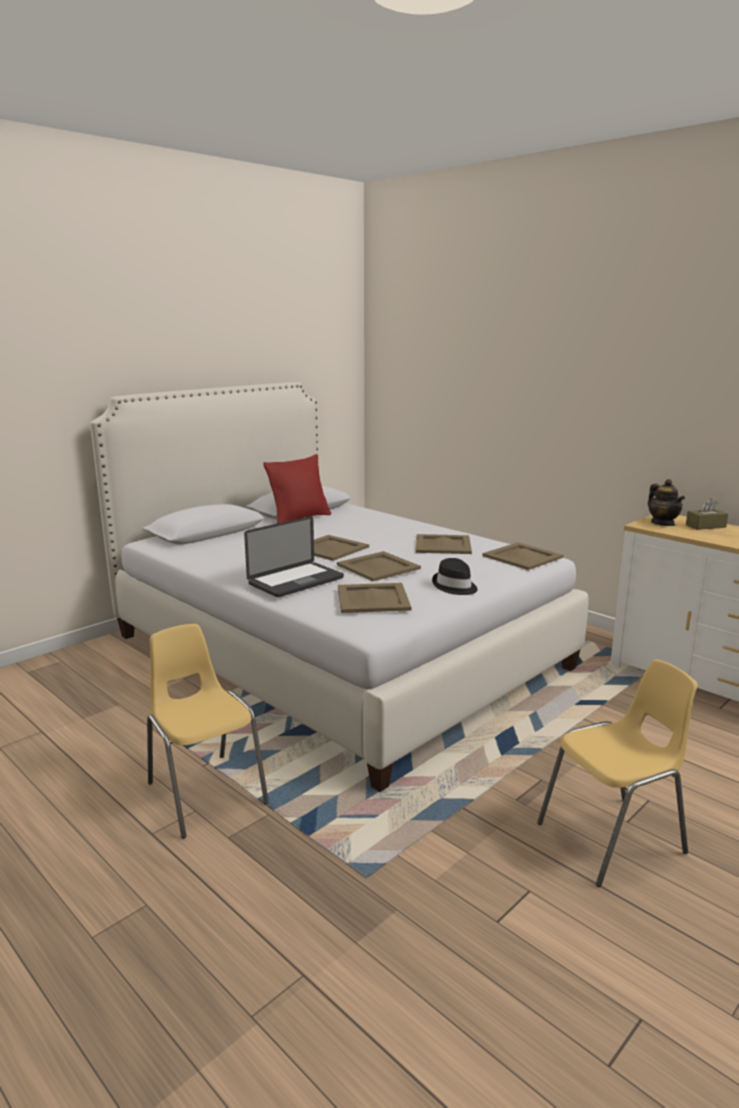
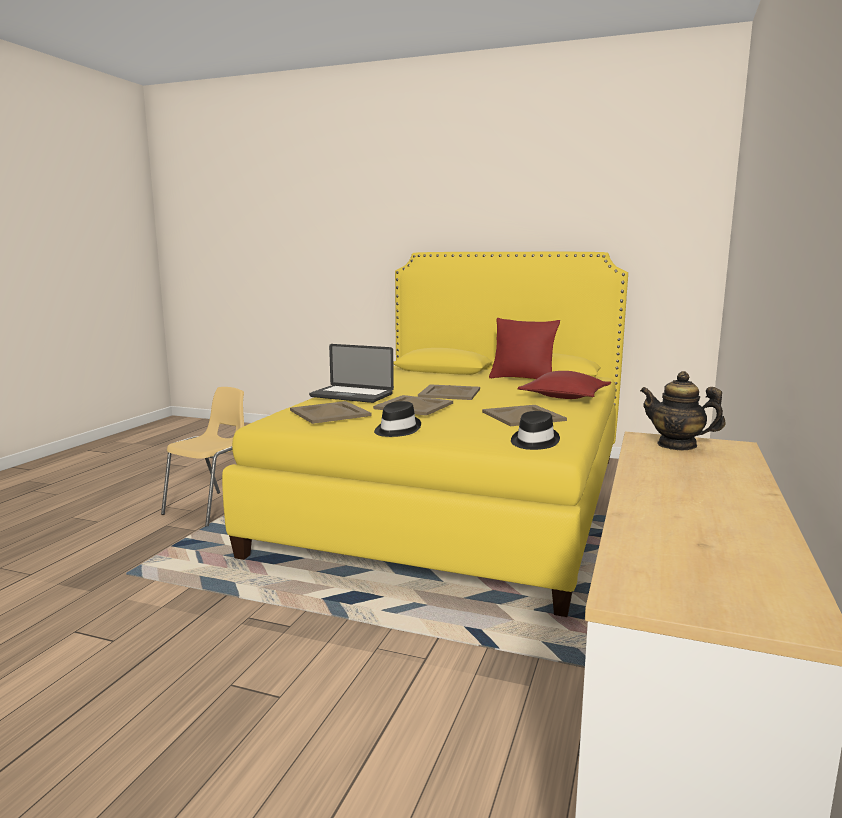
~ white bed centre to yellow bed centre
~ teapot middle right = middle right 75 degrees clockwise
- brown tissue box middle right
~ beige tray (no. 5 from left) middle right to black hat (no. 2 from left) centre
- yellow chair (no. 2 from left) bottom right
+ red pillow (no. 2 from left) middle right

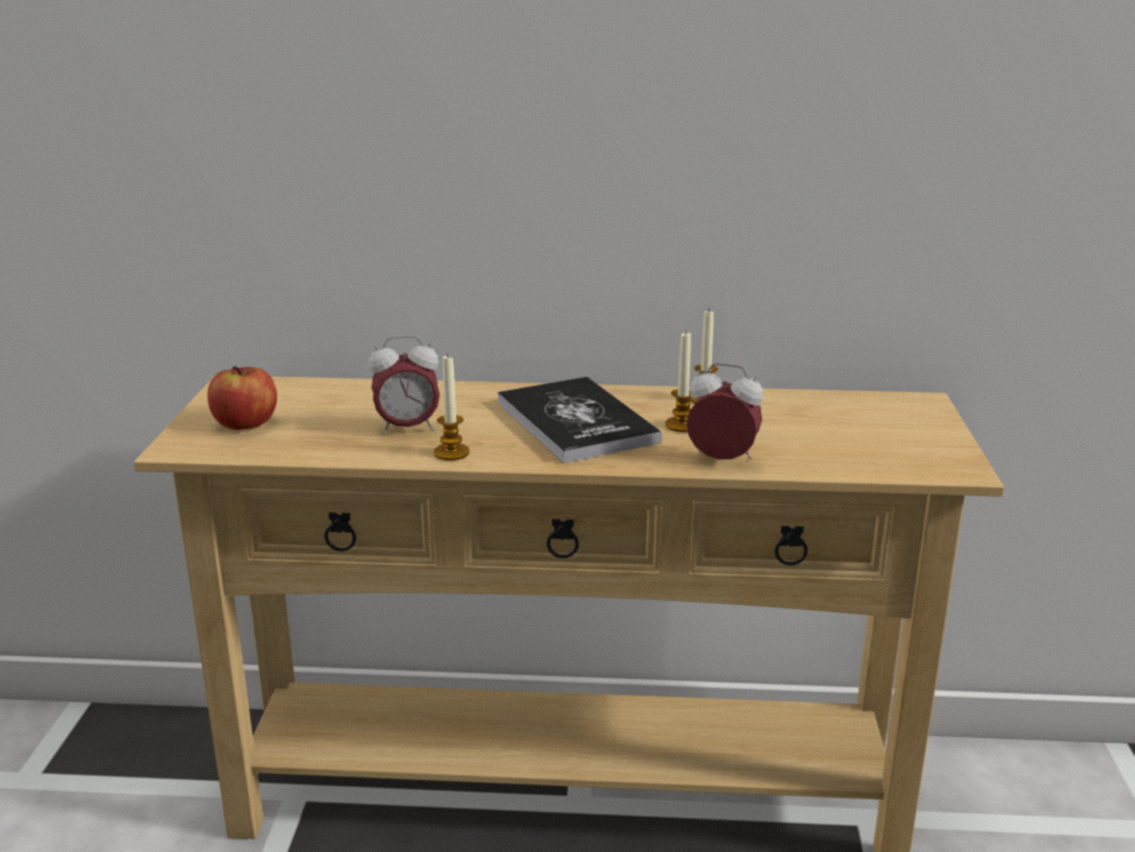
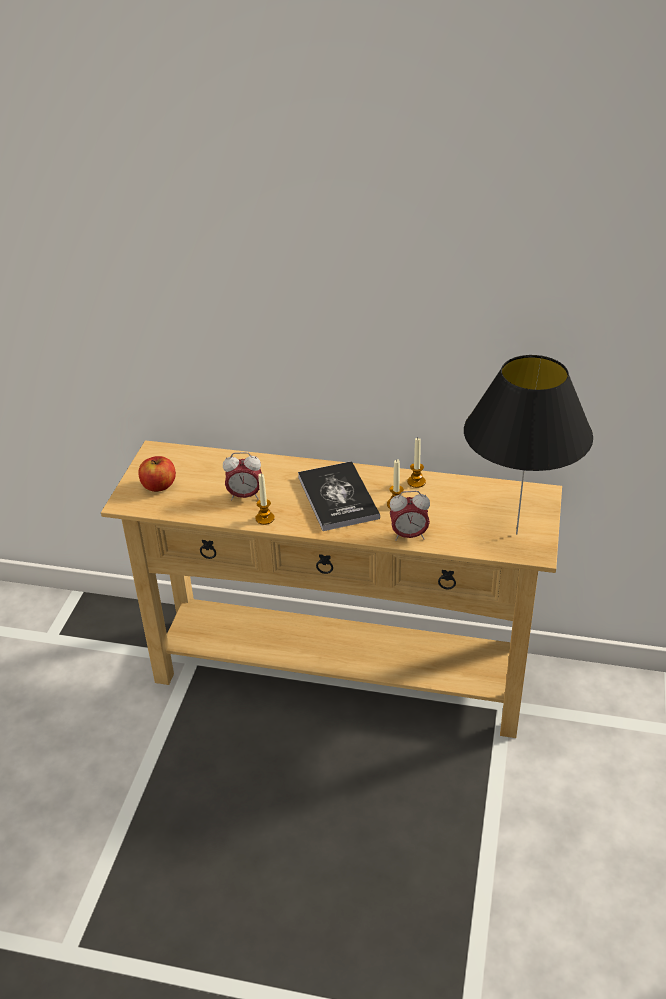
~ alarm clock (no. 2 from left) centre = centre 150 degrees clockwise
+ black table lamp middle right

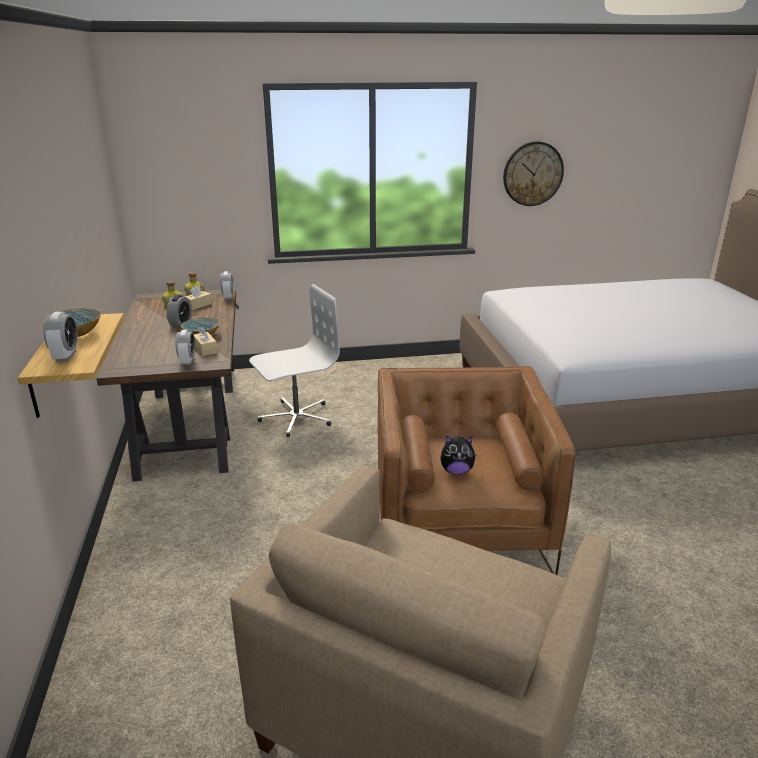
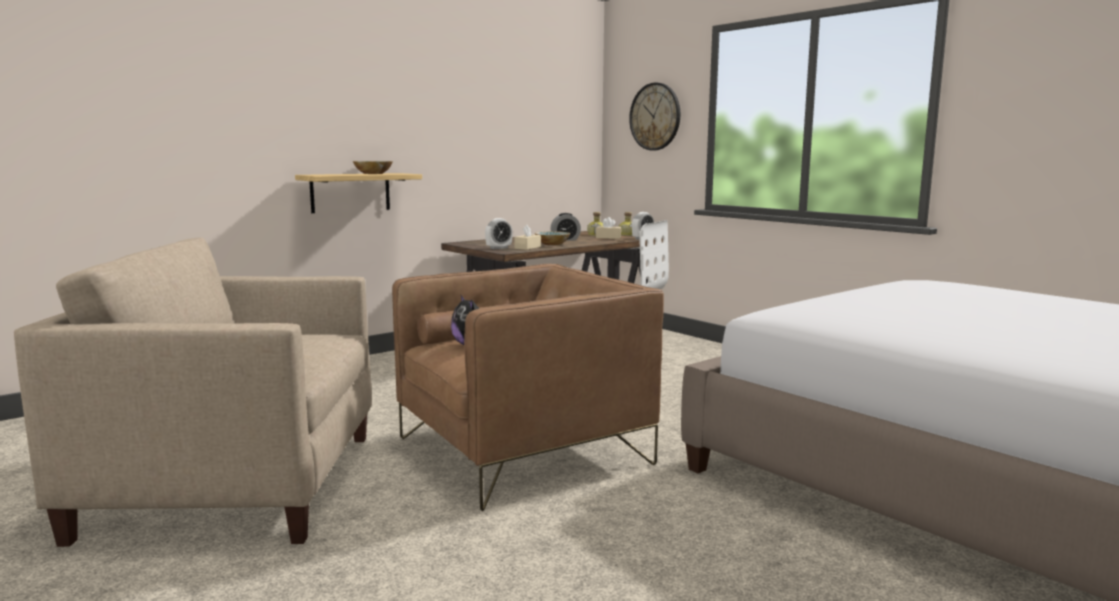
~ wall clock top right to top centre
- alarm clock (no. 1 from left) middle left

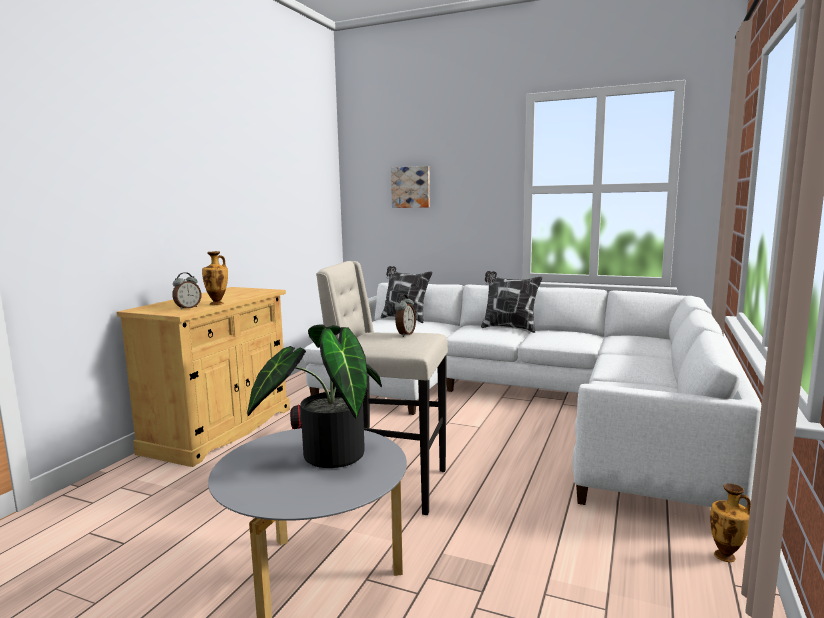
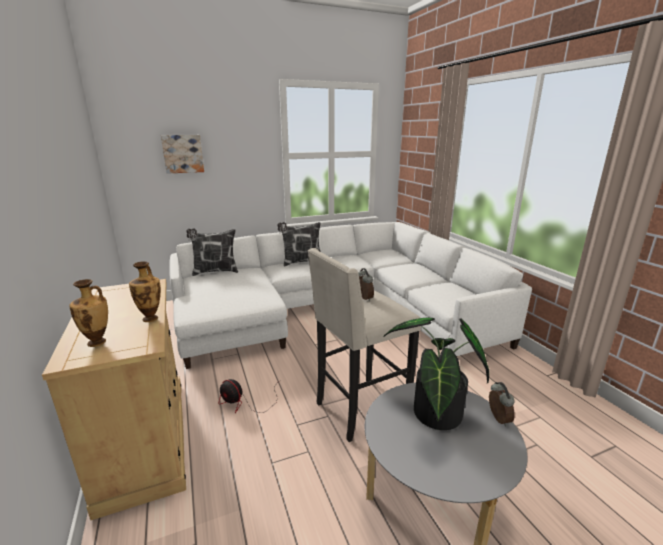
~ alarm clock (no. 1 from left in the first image) middle left to alarm clock (no. 2 from left) bottom right
~ vase (no. 2 from left in the first image) bottom right to vase (no. 1 from left) middle left

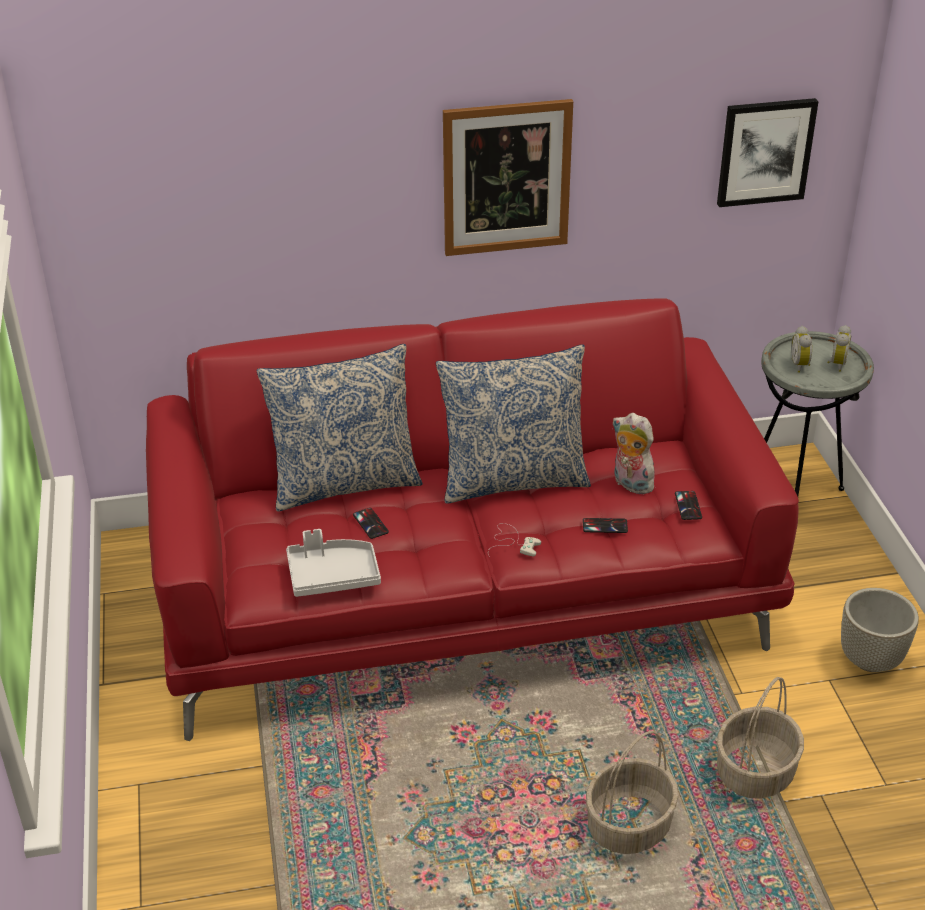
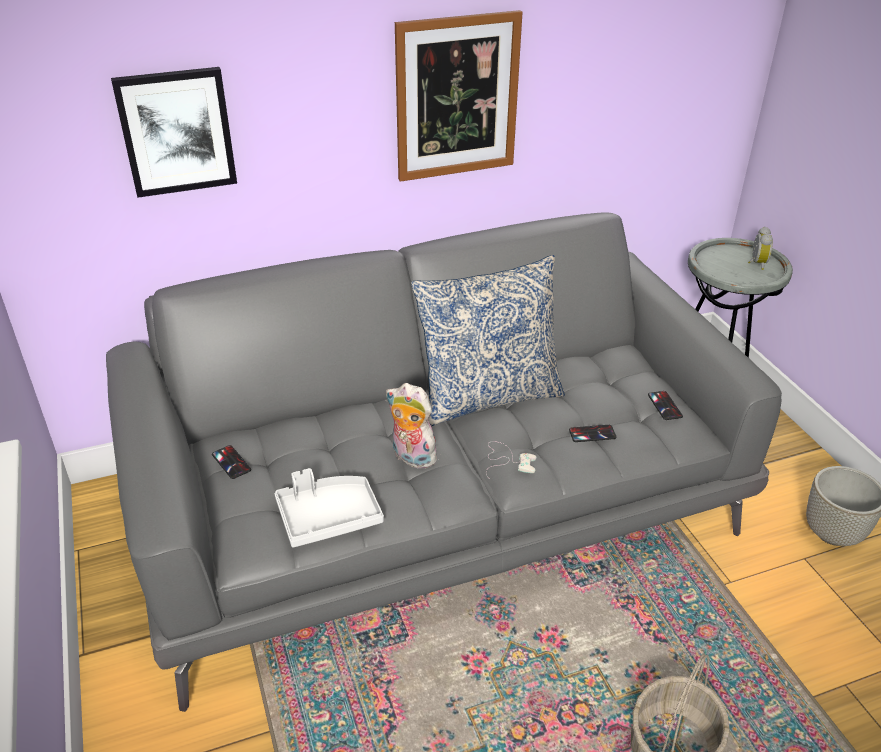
~ picture (no. 2 from left in the first image) top right to picture (no. 1 from left) top left
~ red sofa centre to grey sofa centre
- alarm clock (no. 1 from left) middle right
- pillow (no. 1 from left) centre
~ plush toy middle right to centre
~ phone (no. 1 from left) centre to middle left
- basket (no. 2 from left) bottom right

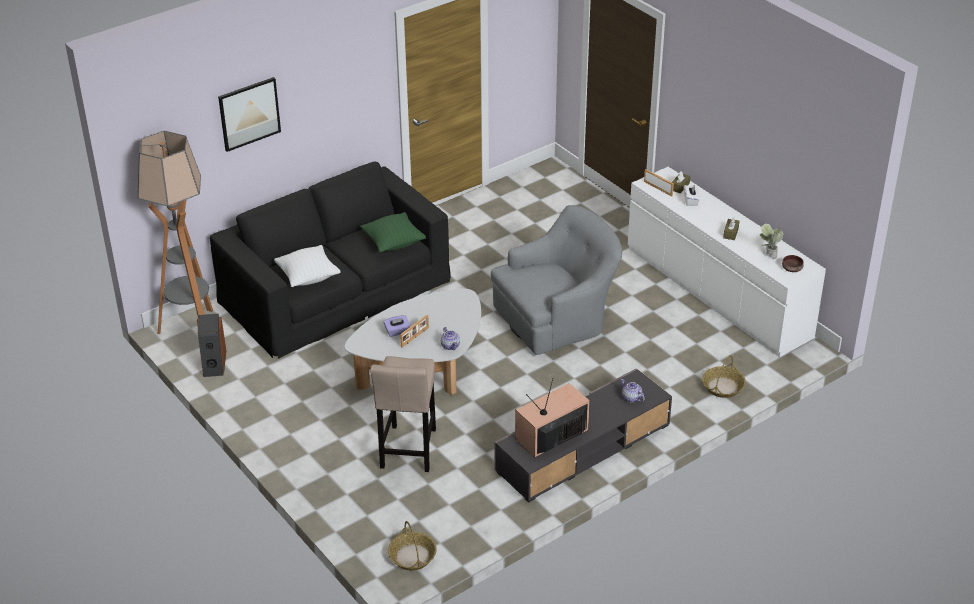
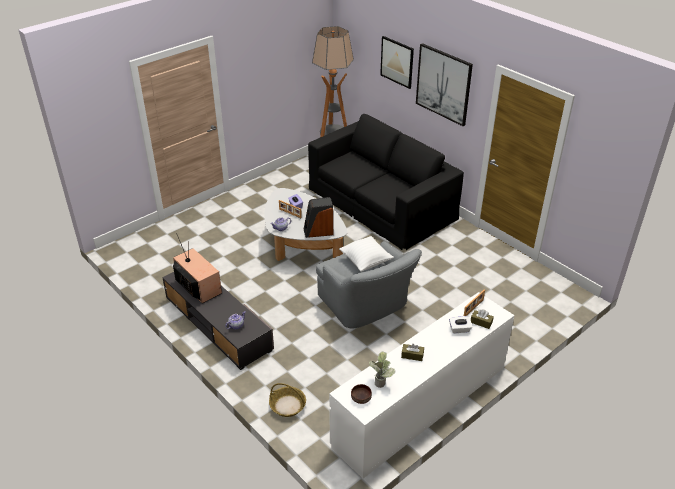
- green pillow centre
~ white pillow middle left to centre
~ speaker middle left to centre
- beige stool bottom centre
- basket (no. 1 from left) bottom centre
+ picture (no. 2 from left) top centre

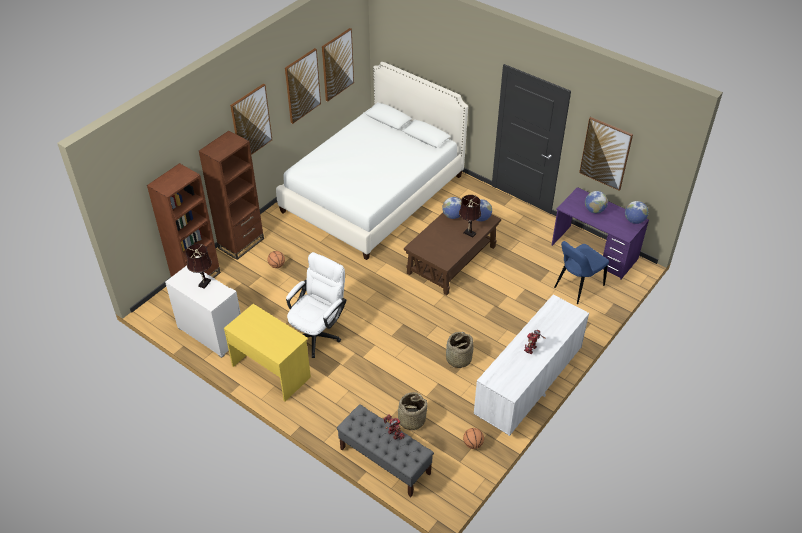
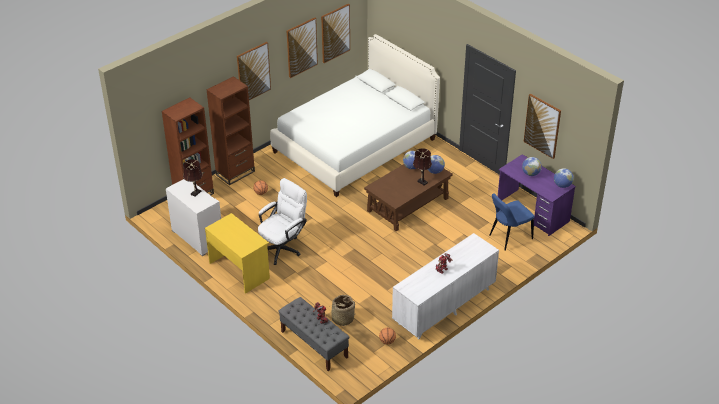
- basket (no. 2 from left) centre

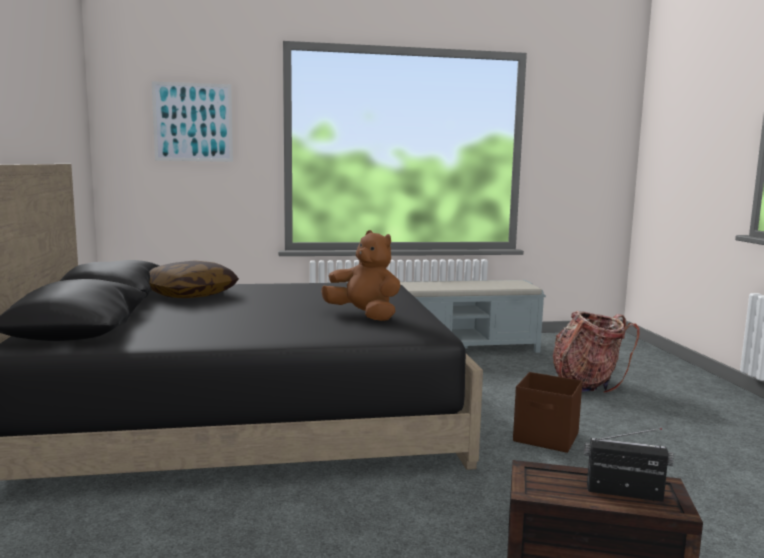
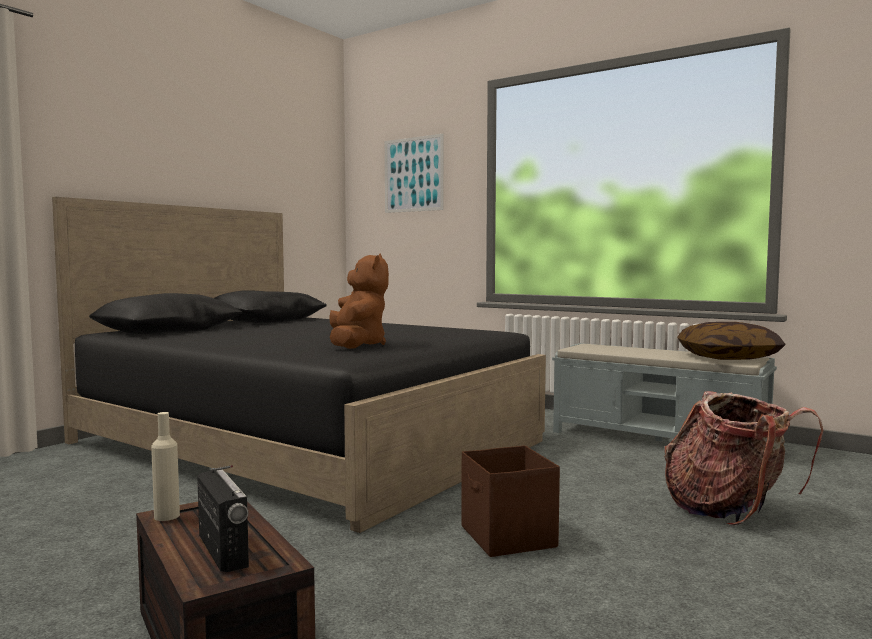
~ pillow middle left to middle right
+ beige bottle bottom left

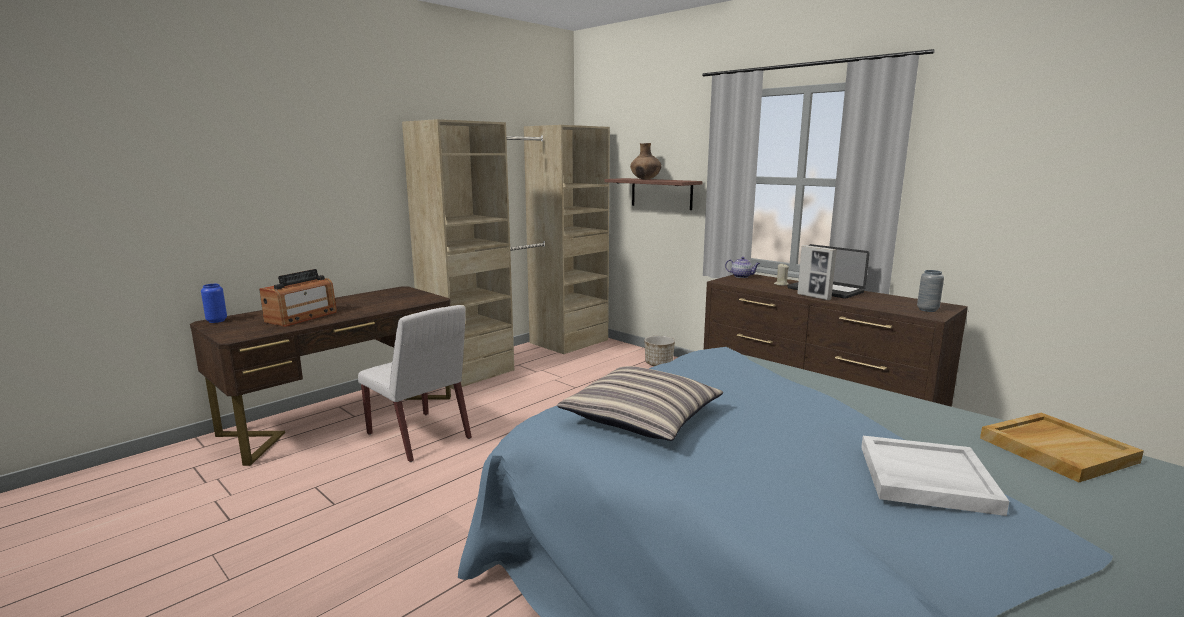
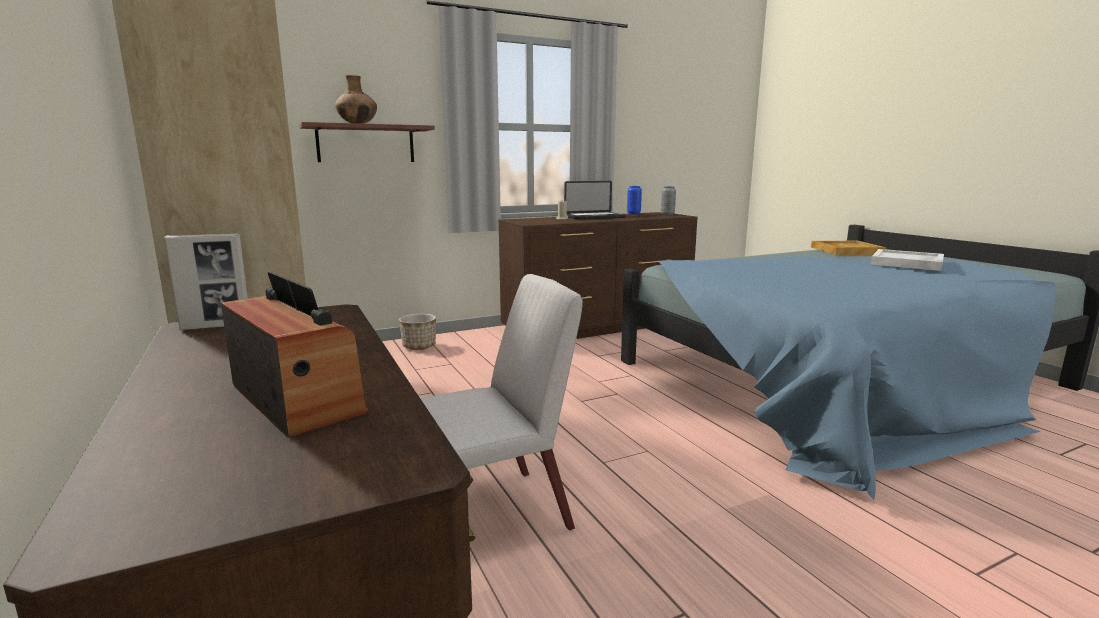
~ picture frame middle right to middle left
- teapot centre
~ blue vase middle left to top centre
- pillow centre

